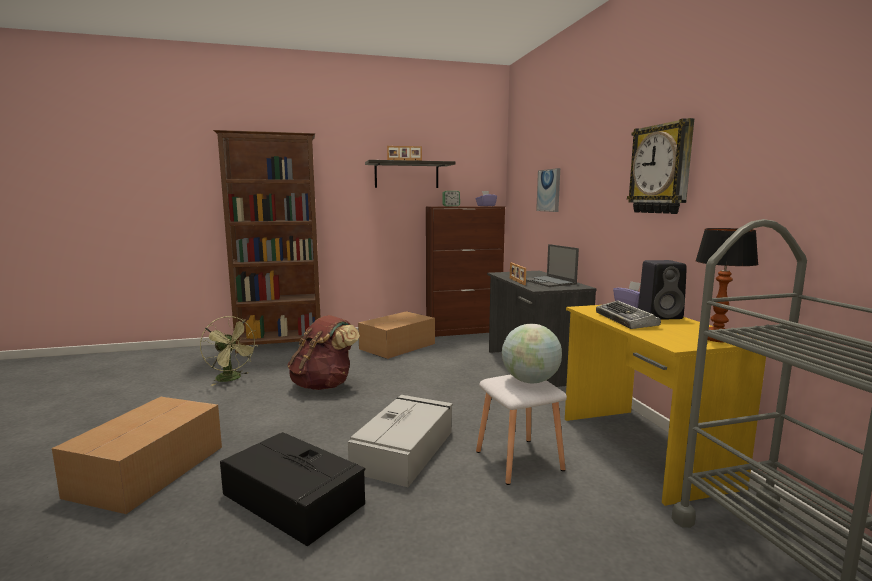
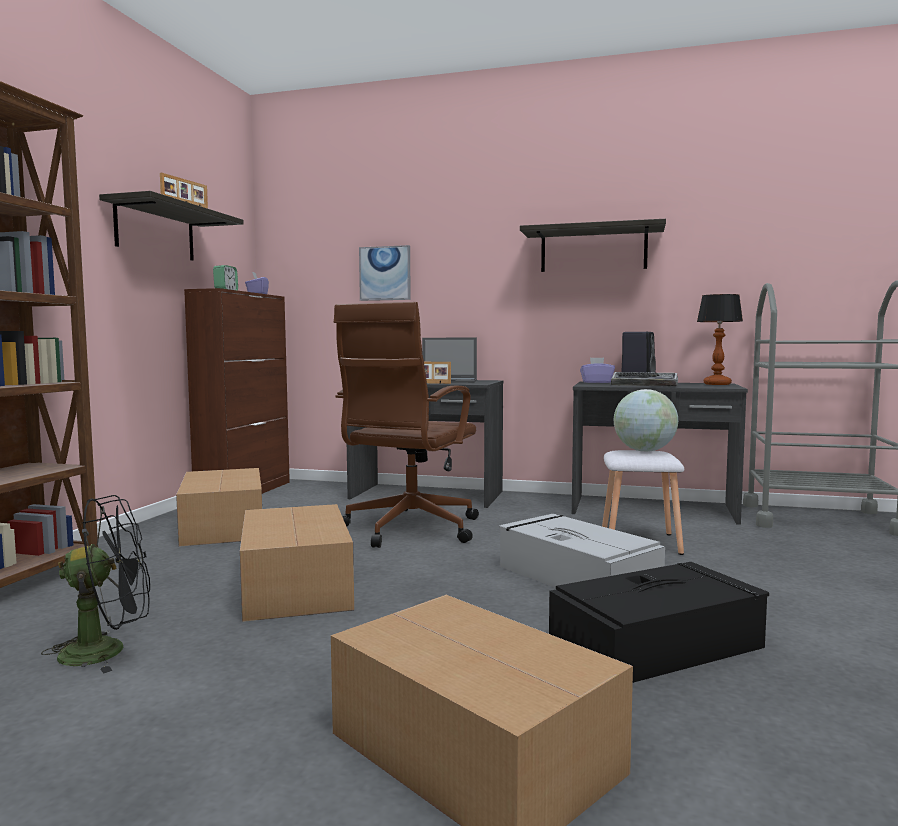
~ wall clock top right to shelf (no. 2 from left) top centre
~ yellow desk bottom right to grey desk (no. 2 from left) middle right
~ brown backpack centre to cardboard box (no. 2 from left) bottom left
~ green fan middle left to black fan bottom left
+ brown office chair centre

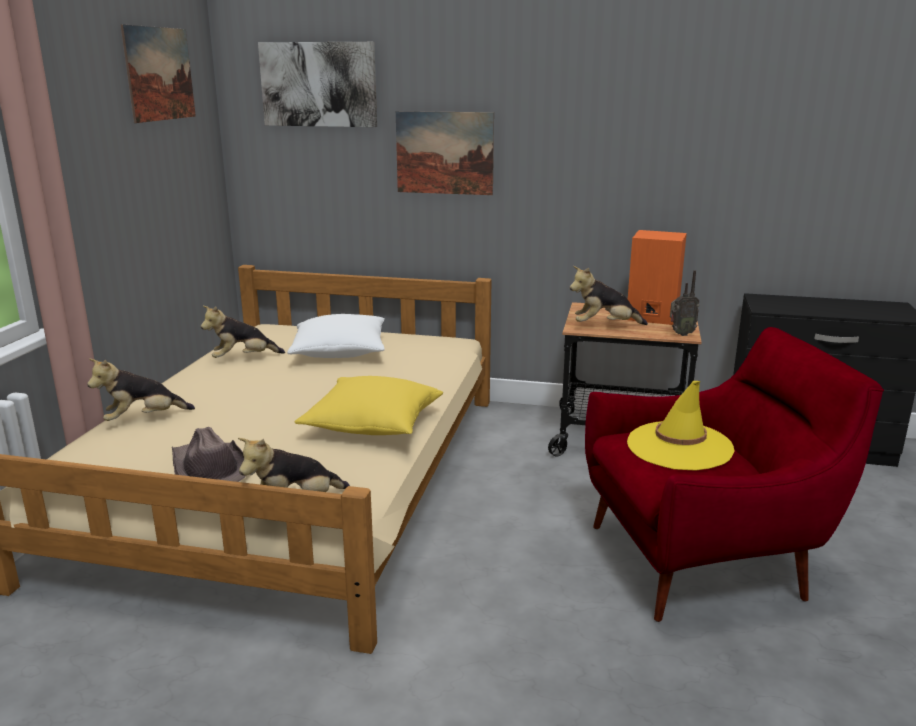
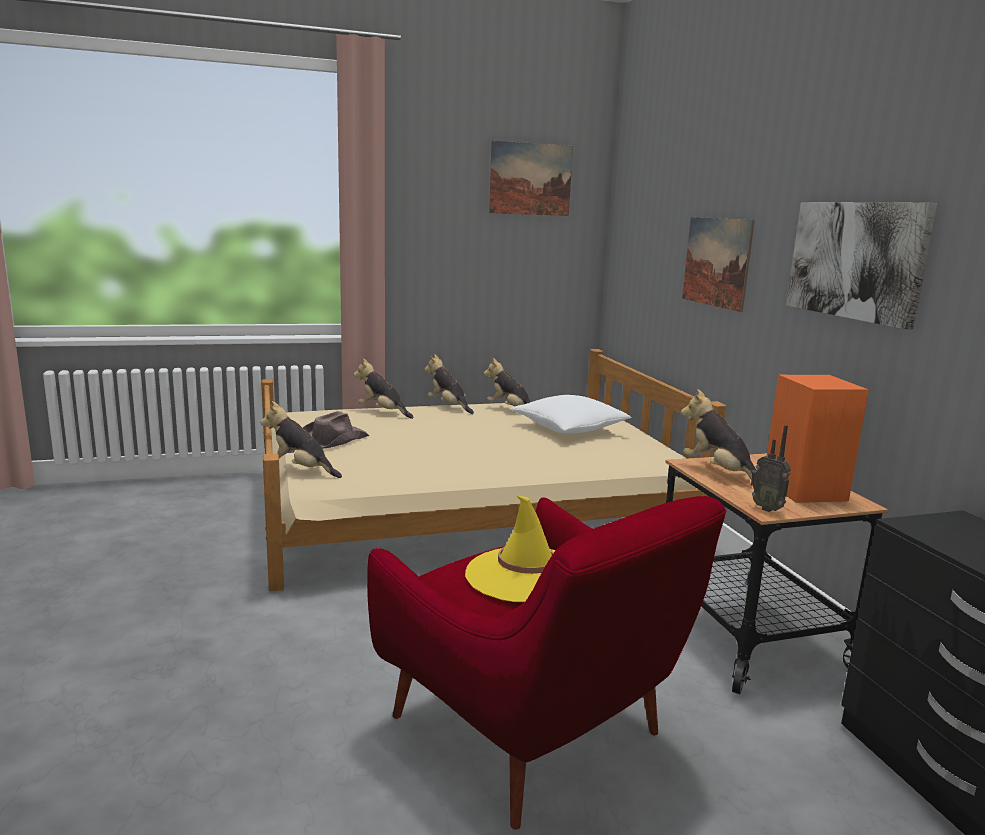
~ picture (no. 2 from left in the first image) top centre to picture (no. 3 from left) top right
- yellow pillow centre
+ plush toy (no. 3 from left) centre

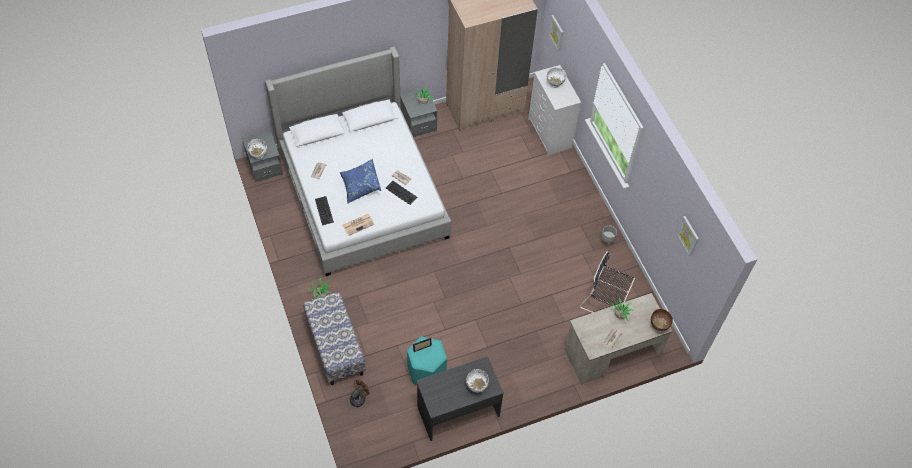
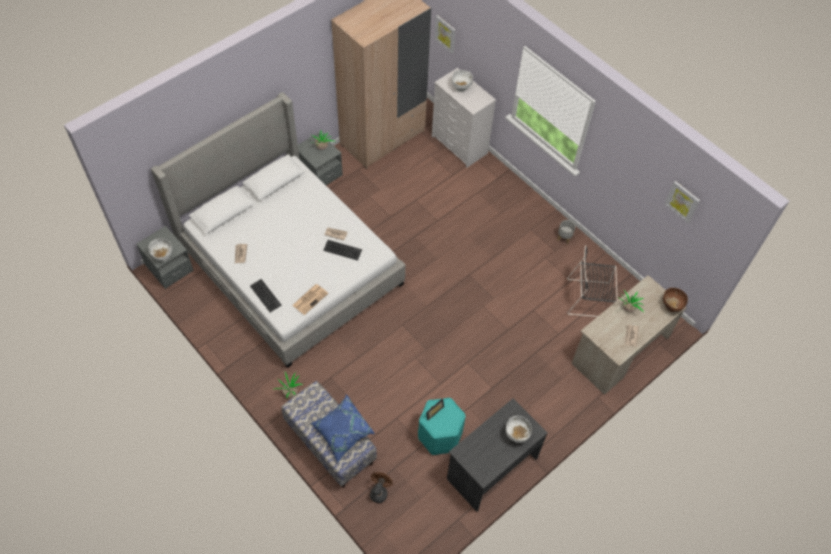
~ blue pillow centre to bottom centre

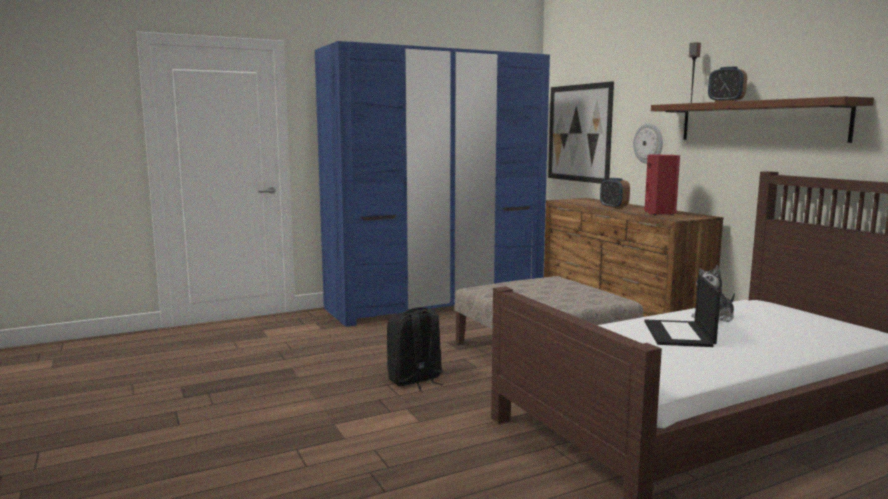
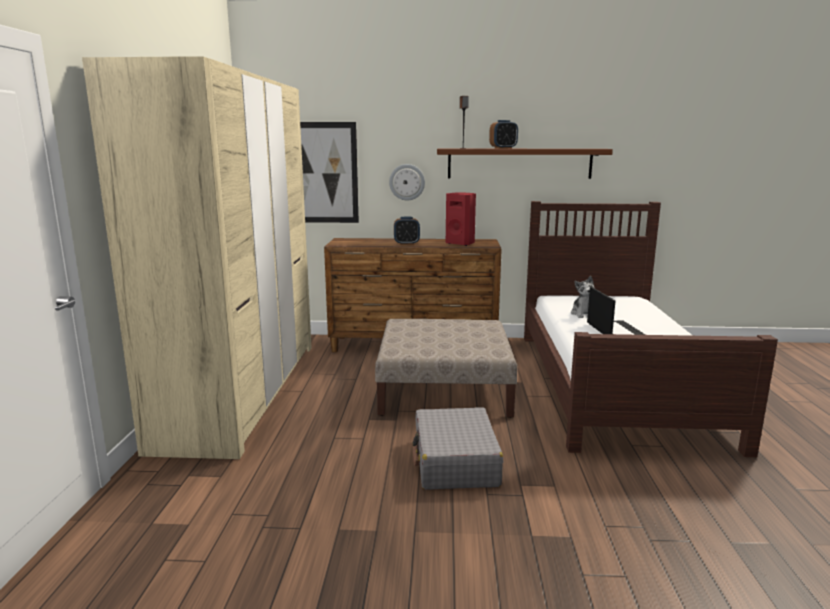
~ blue wardrobe centre to beige wardrobe middle left
~ laptop middle right = middle right 135 degrees counterclockwise
~ black backpack bottom centre to grey suitcase bottom centre

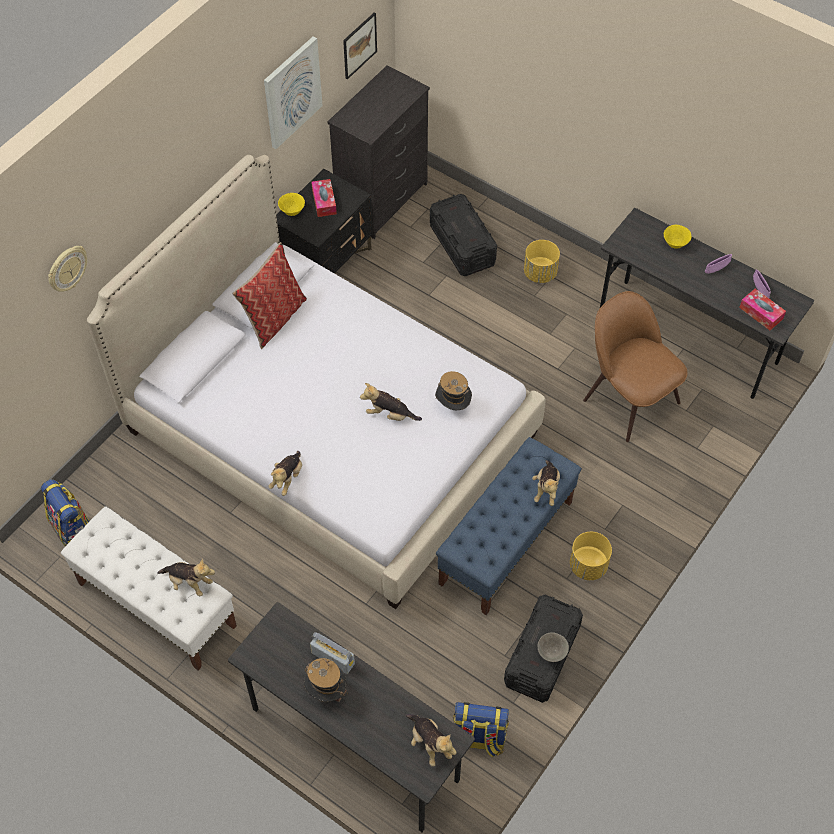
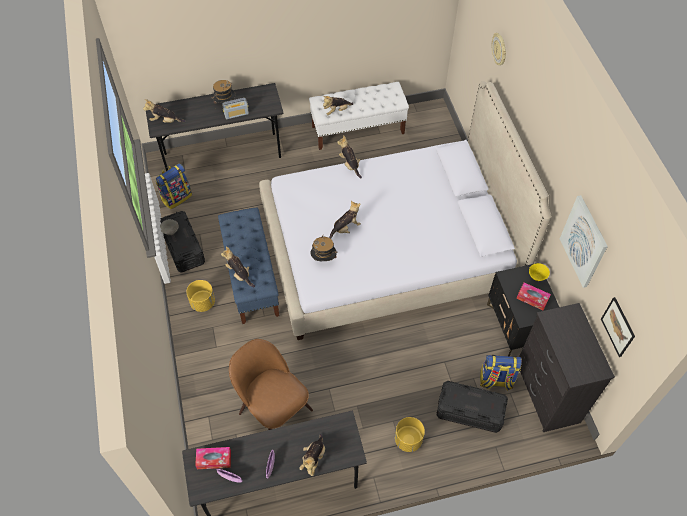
~ yellow bowl (no. 2 from left) top right to plush toy (no. 3 from left) bottom centre
- pillow middle left
~ brown chair middle right = bottom centre 135 degrees counterclockwise
~ backpack (no. 1 from left in the first image) middle left to backpack (no. 2 from left) bottom right

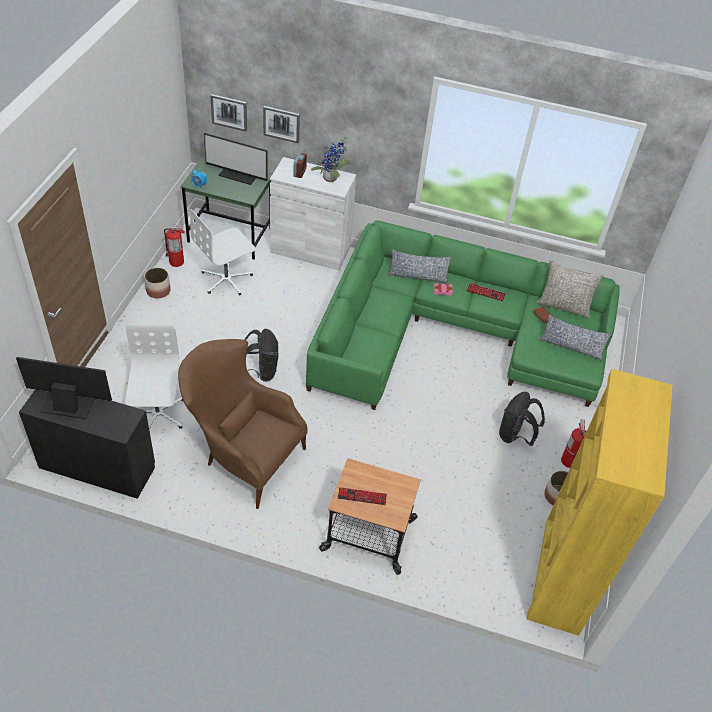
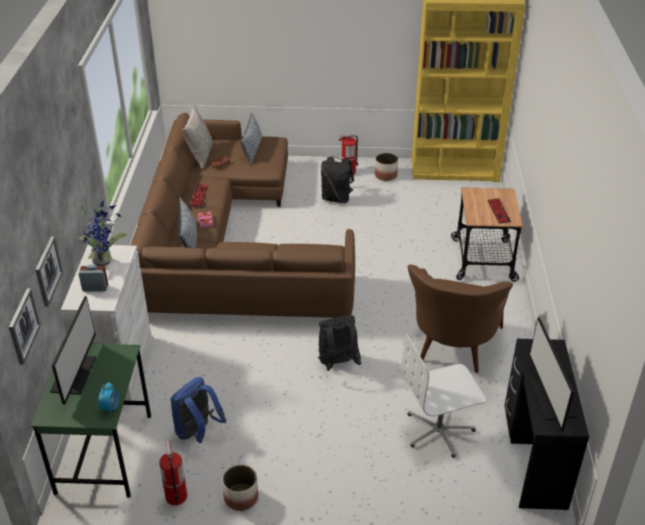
~ white office chair (no. 2 from left) middle left to blue backpack bottom left
~ green sofa centre to brown sofa centre

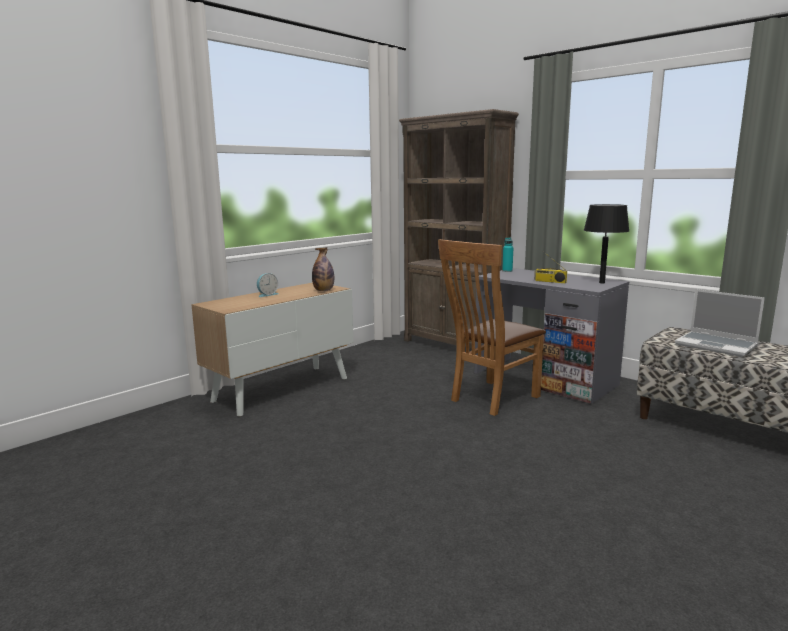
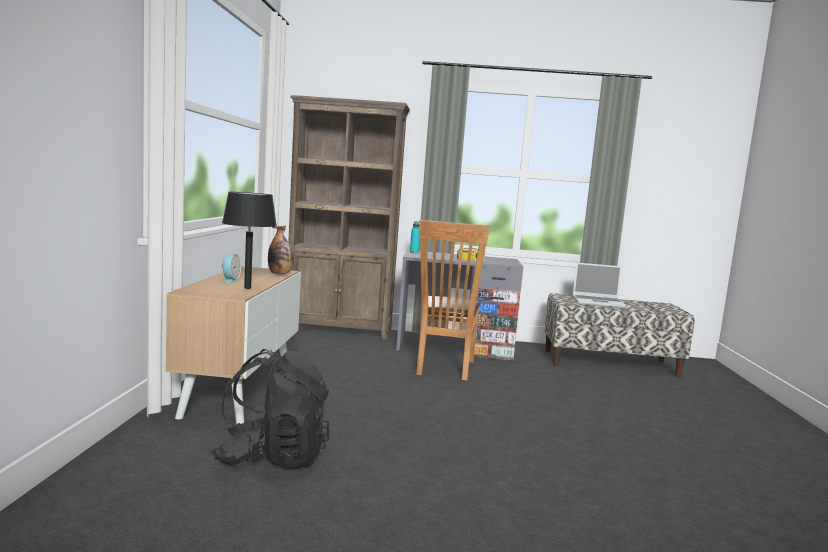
~ black table lamp middle right to middle left
+ black backpack bottom left

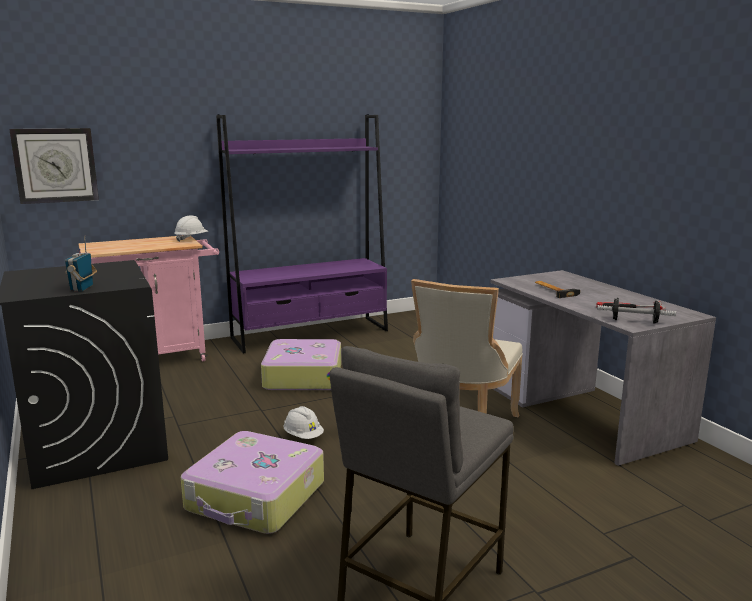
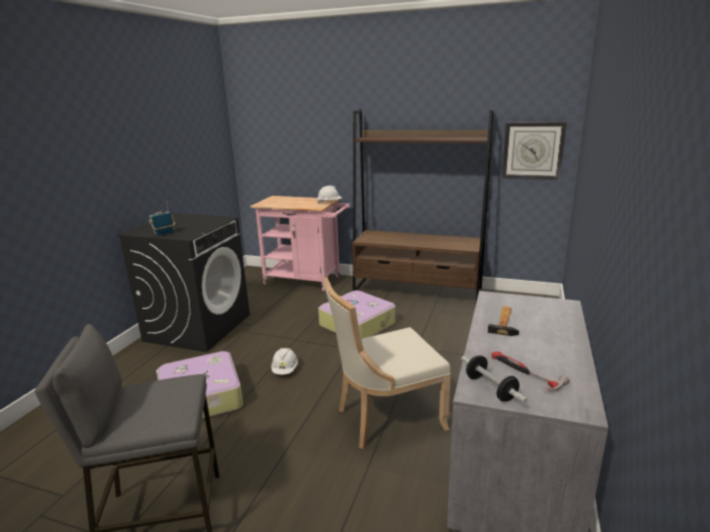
~ purple bookcase centre to brown bookcase centre
~ wall clock top left to top right

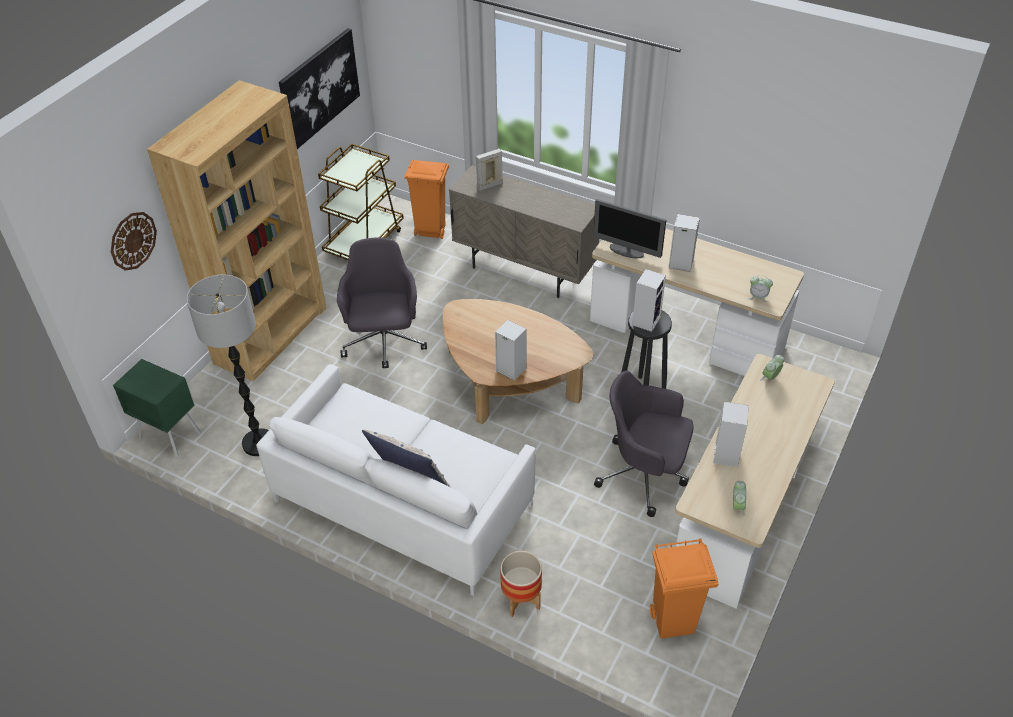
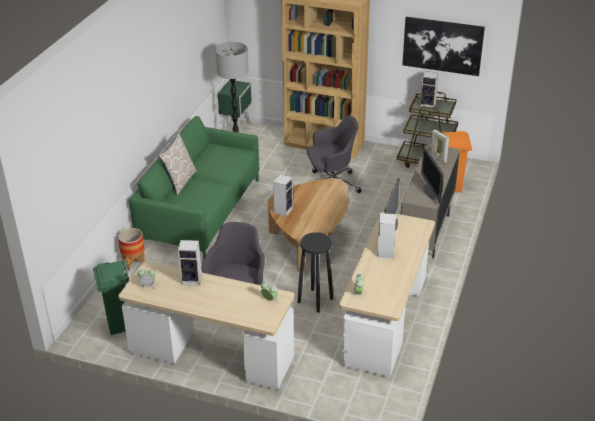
- wall clock middle left
~ speaker (no. 2 from left in the first image) centre to speaker (no. 4 from left) top right
~ white sofa bottom centre to green sofa middle left
~ orange trash can (no. 2 from left) bottom right to green trash can bottom left
+ monitor (no. 2 from left) middle right

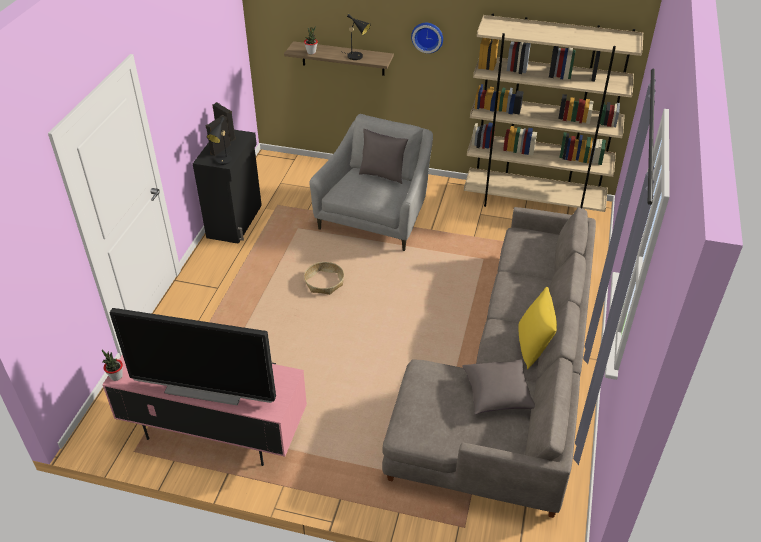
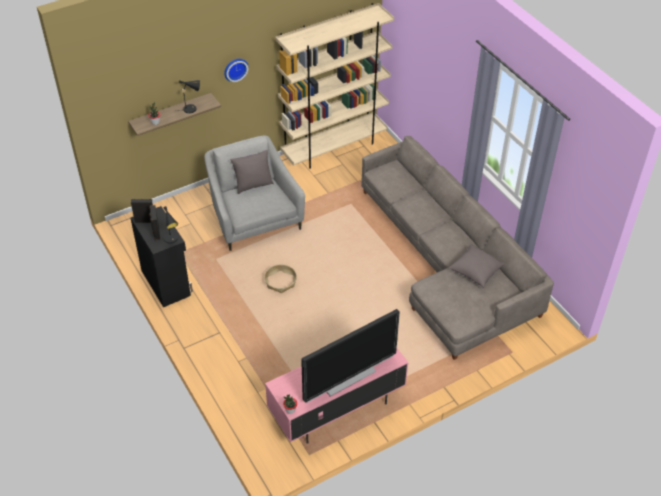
- yellow pillow middle right

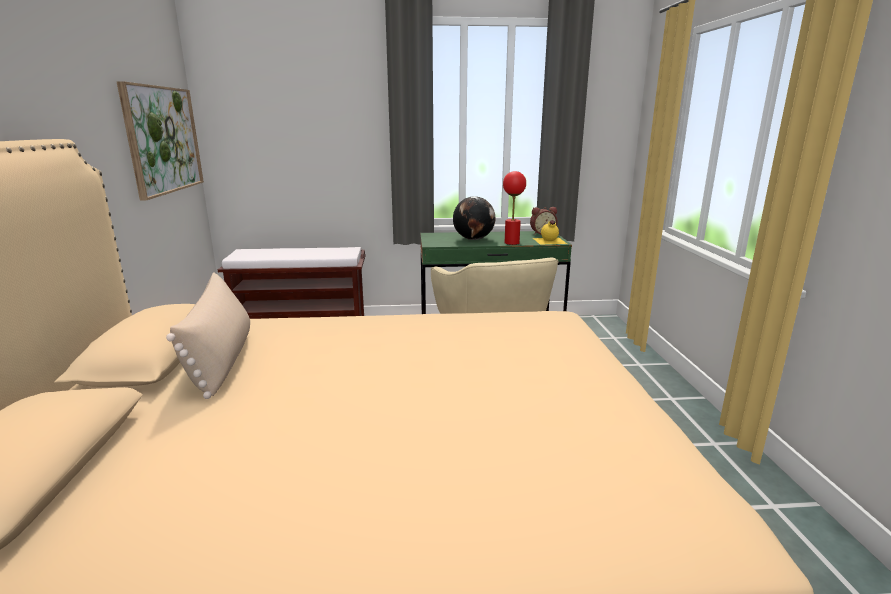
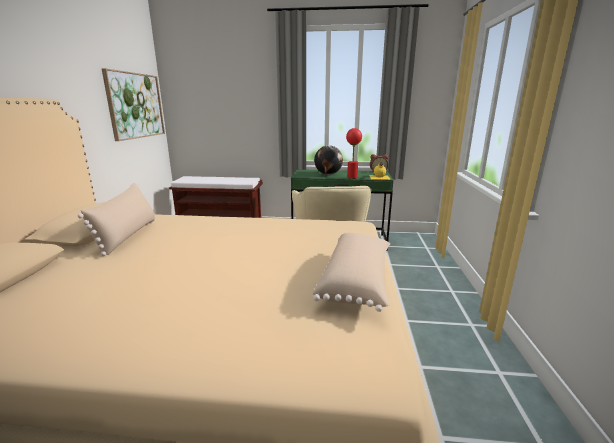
+ beige pillow (no. 2 from left) centre

